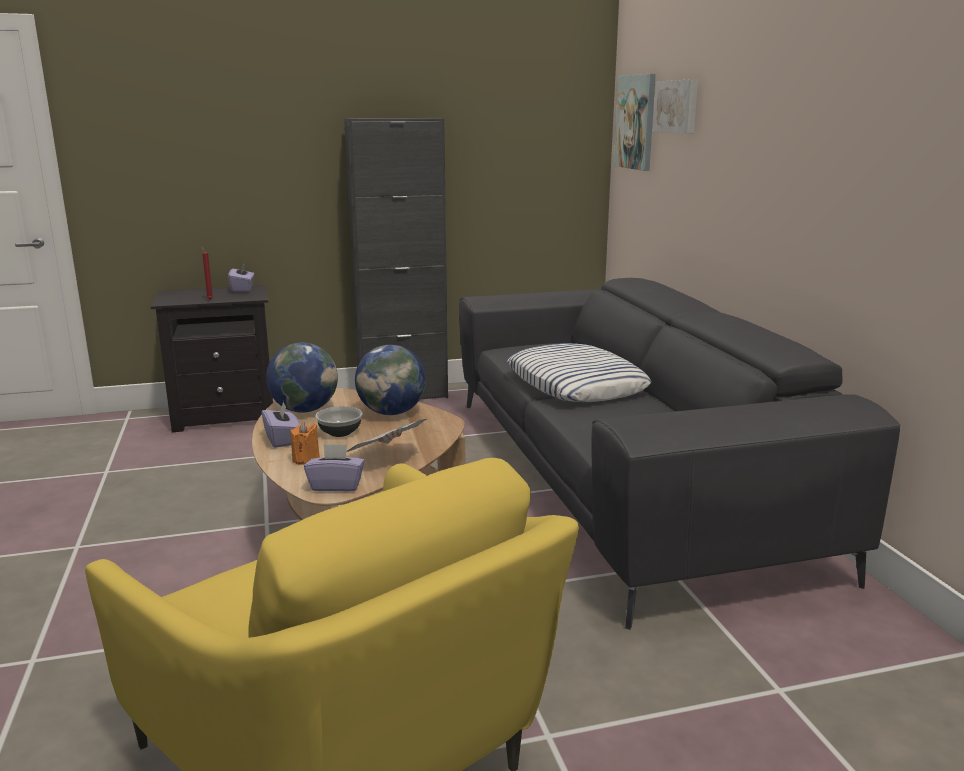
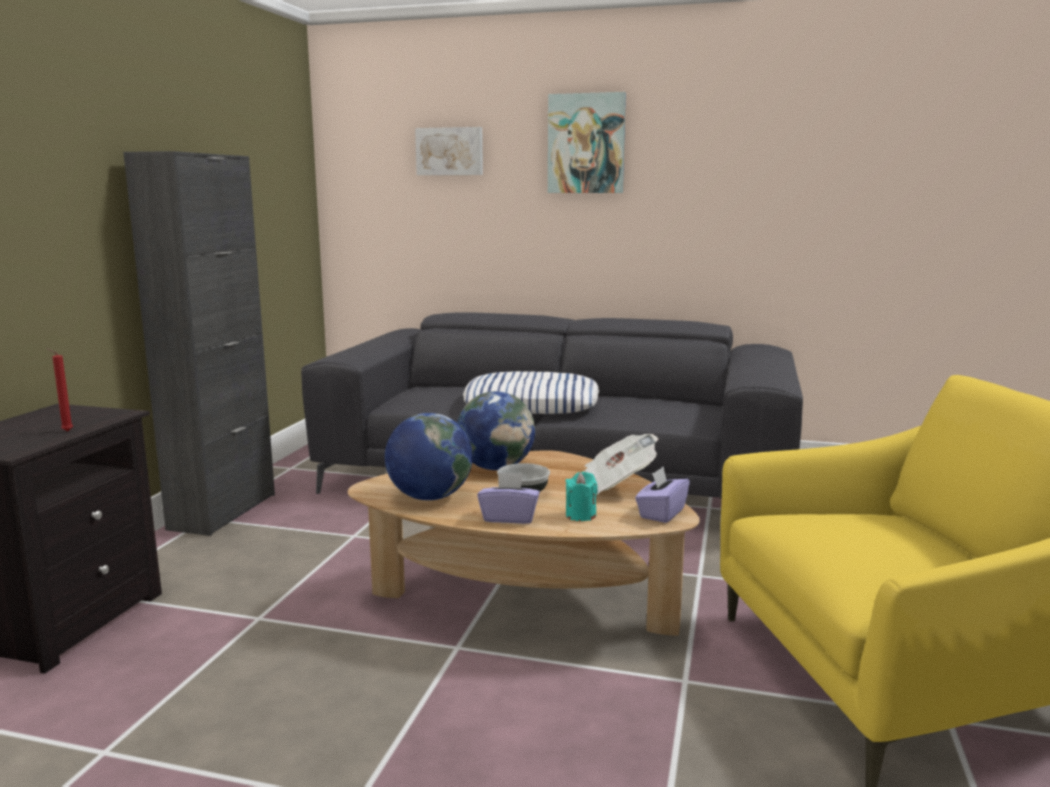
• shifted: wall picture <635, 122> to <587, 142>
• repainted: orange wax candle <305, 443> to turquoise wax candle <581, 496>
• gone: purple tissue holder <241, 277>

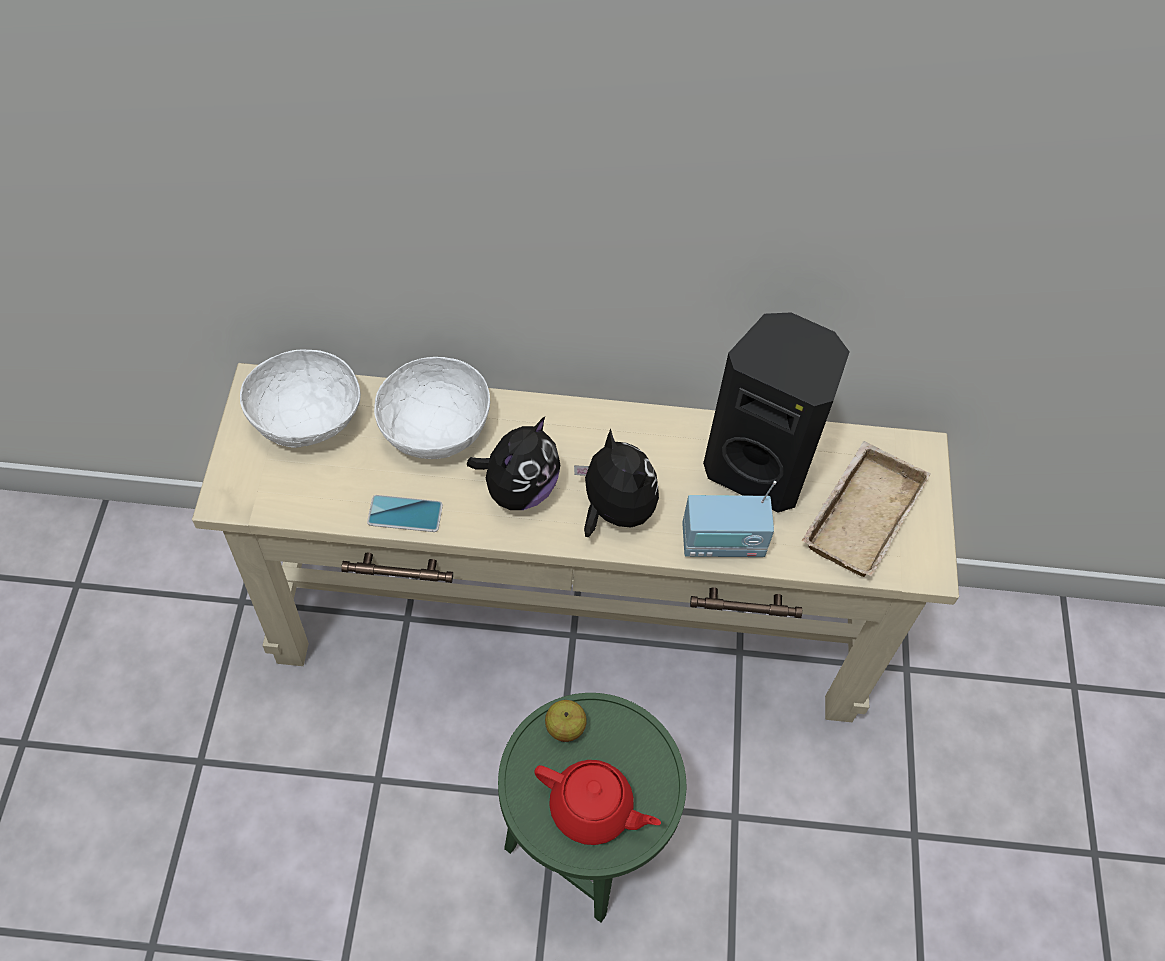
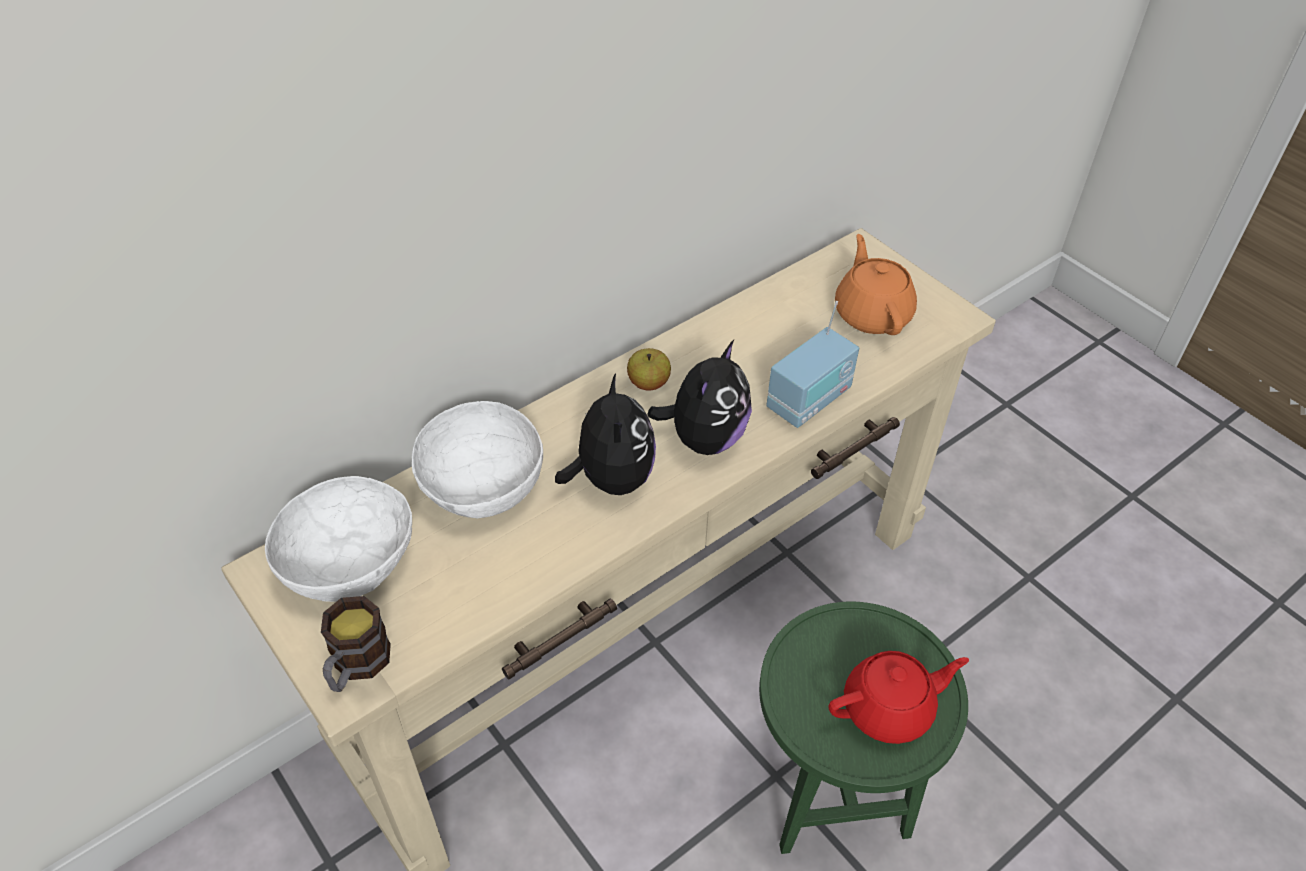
• new: coffee mug <356, 644>
• shifted: apple <566, 721> to <649, 369>
• rotated: soft toy <616, 482> = <699, 397> 105 degrees clockwise
• swapped: beige carrying tray <866, 509> to orange teapot <876, 284>
• gone: handset <405, 513>
• gone: blackish audio speaker <776, 412>

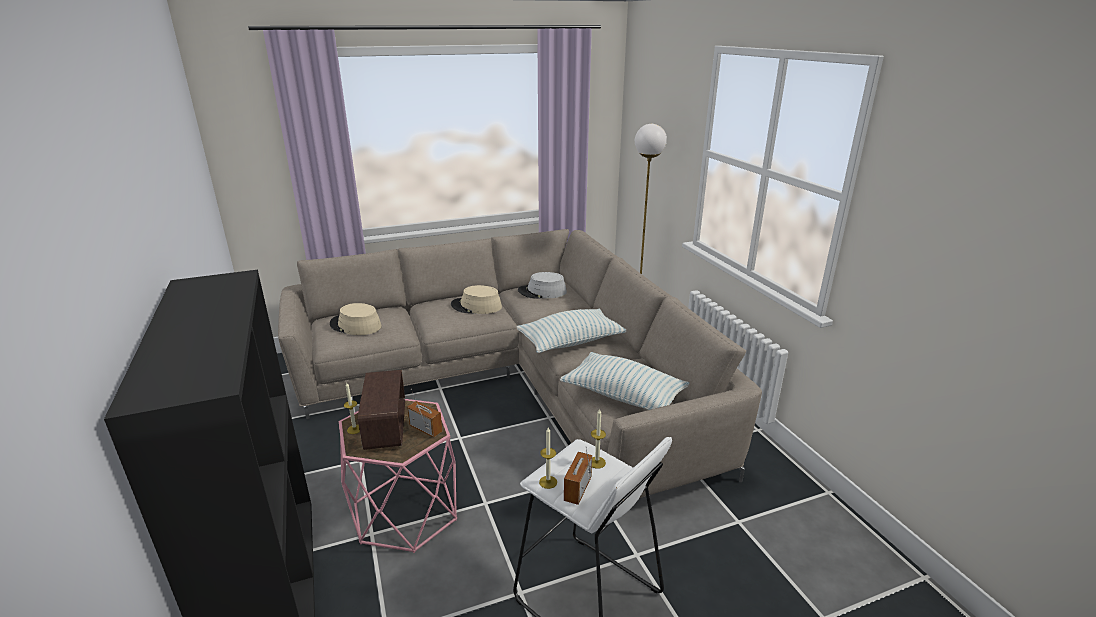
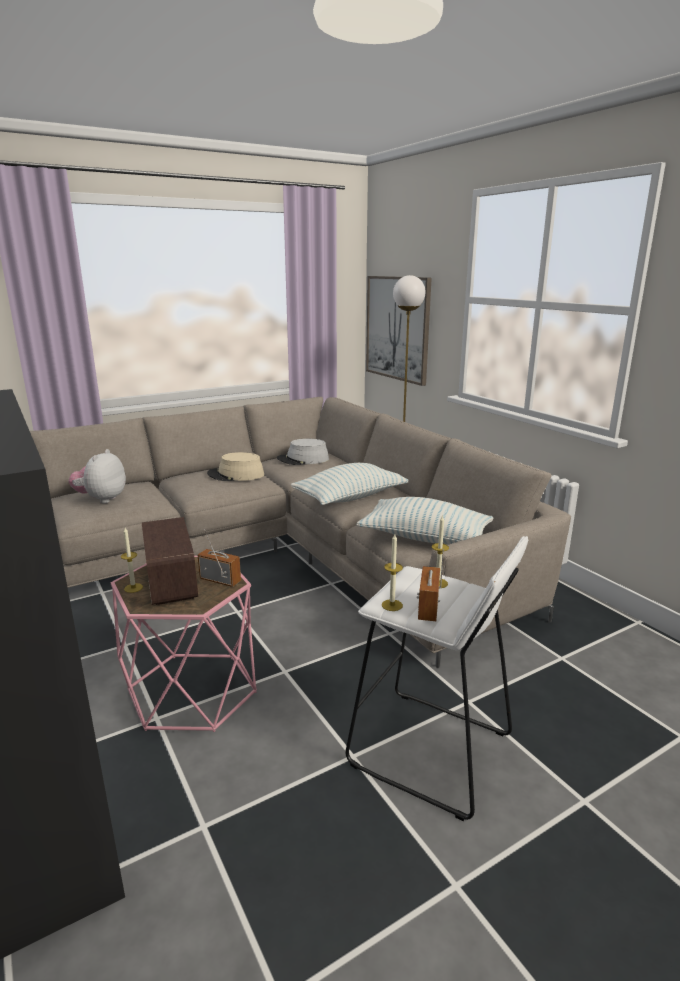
• swapped: beige clothing hat <356, 319> to soft toy <97, 476>
• new: wall picture <399, 331>

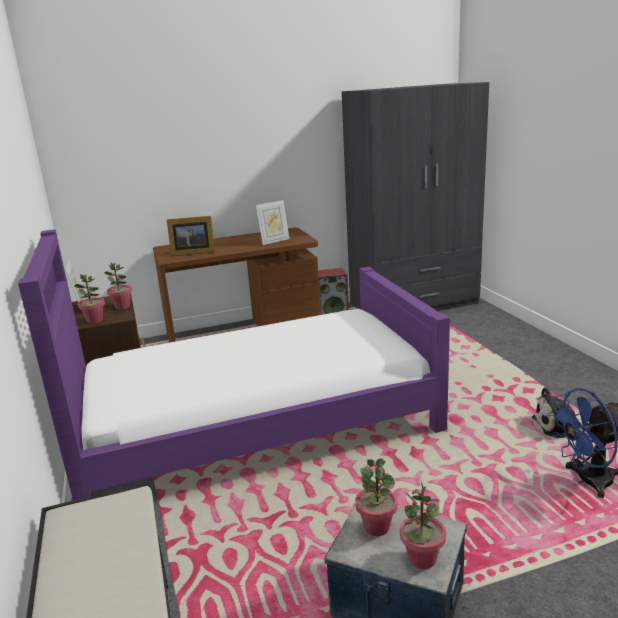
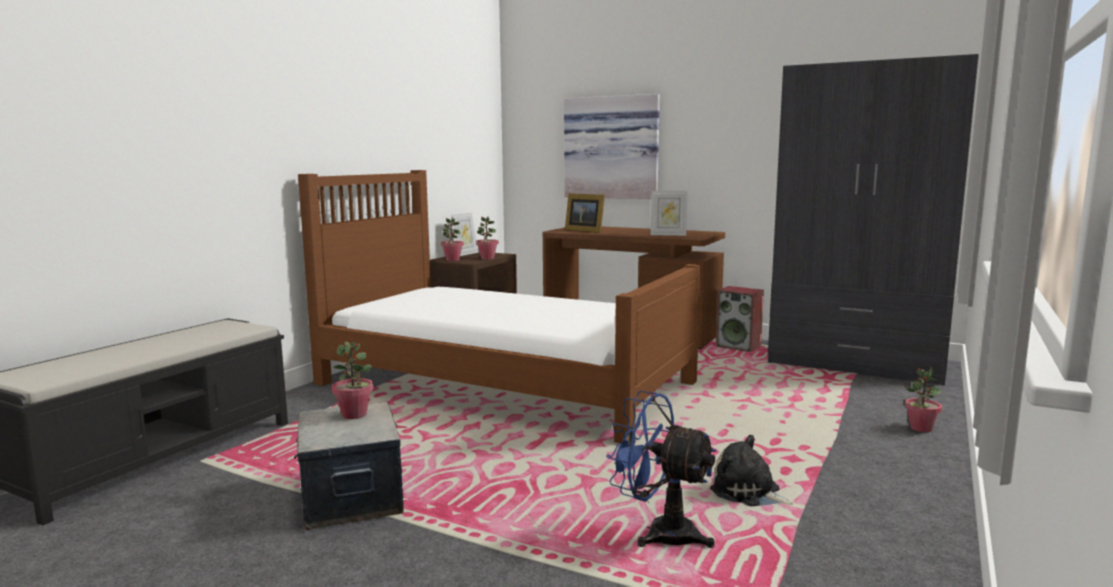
• repainted: purple bed <234, 364> to brown-coloured bed <499, 306>
• new: wall picture <612, 146>
• shifted: plant in a pot <423, 525> to <923, 399>

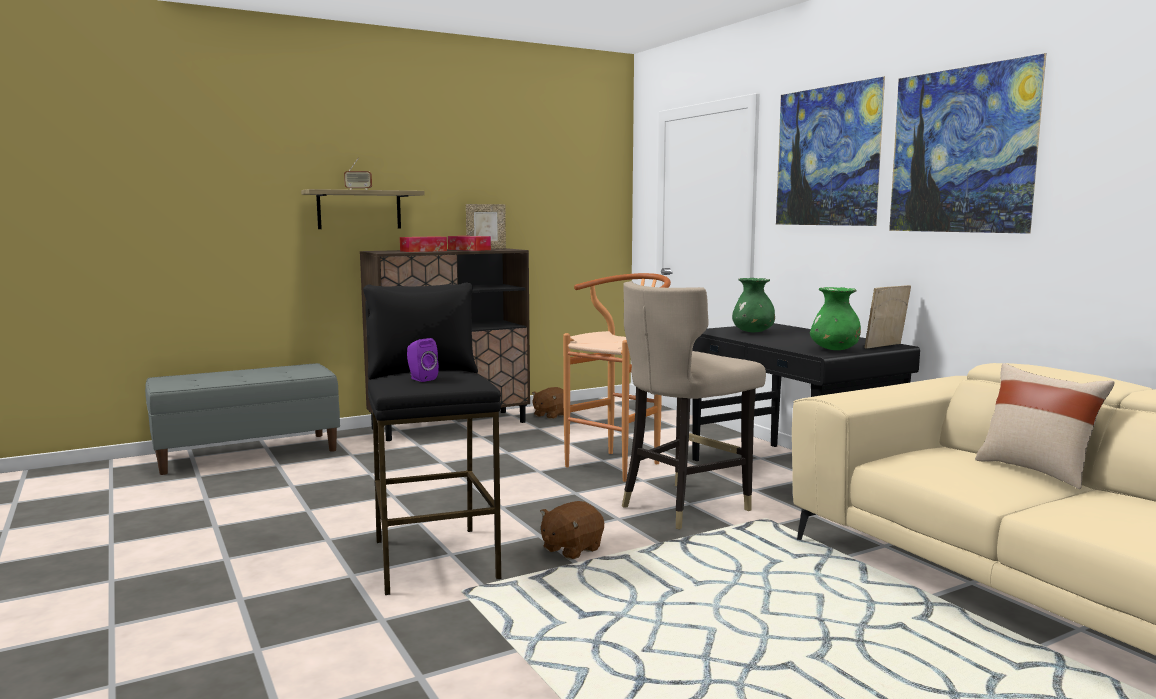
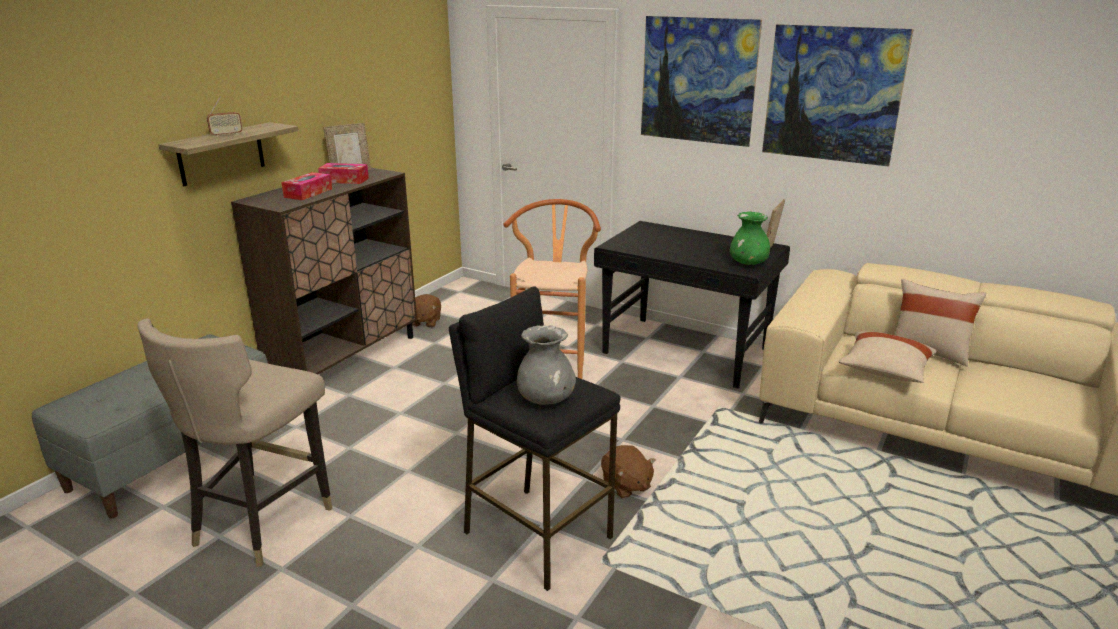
• shifted: beige sitting stool <694, 405> to <234, 442>
• swapped: purple audio speaker <423, 360> to grey vase <546, 365>
• rotated: brown-coloured soft toy <572, 530> = <628, 472> 45 degrees counterclockwise
• new: beige pillow <887, 357>
• gone: green-coloured vase <753, 305>

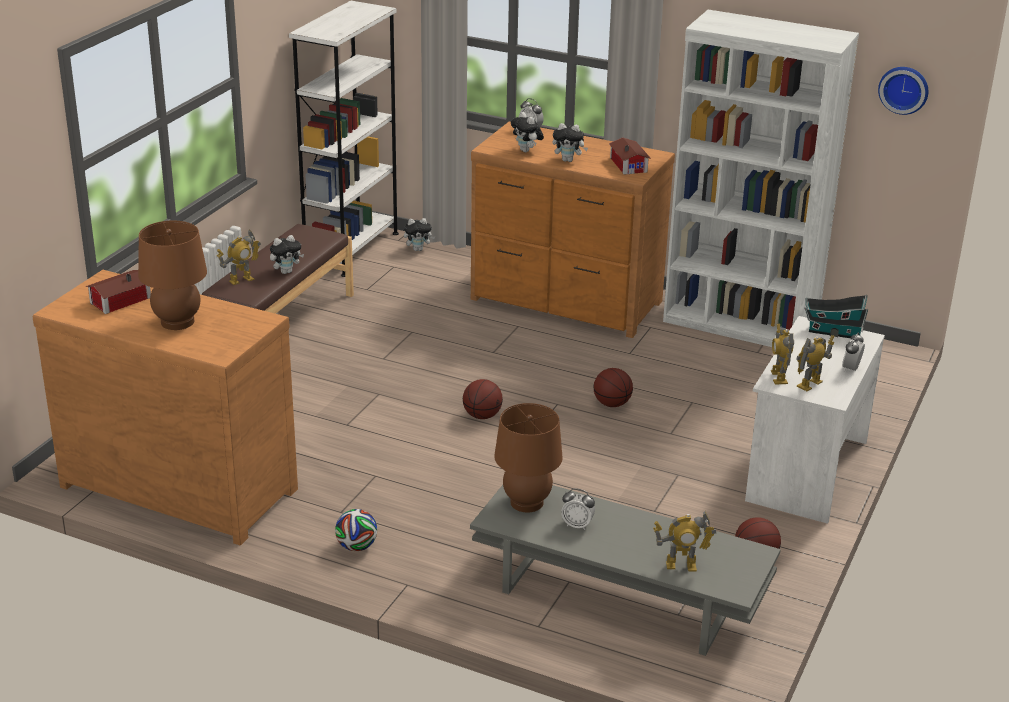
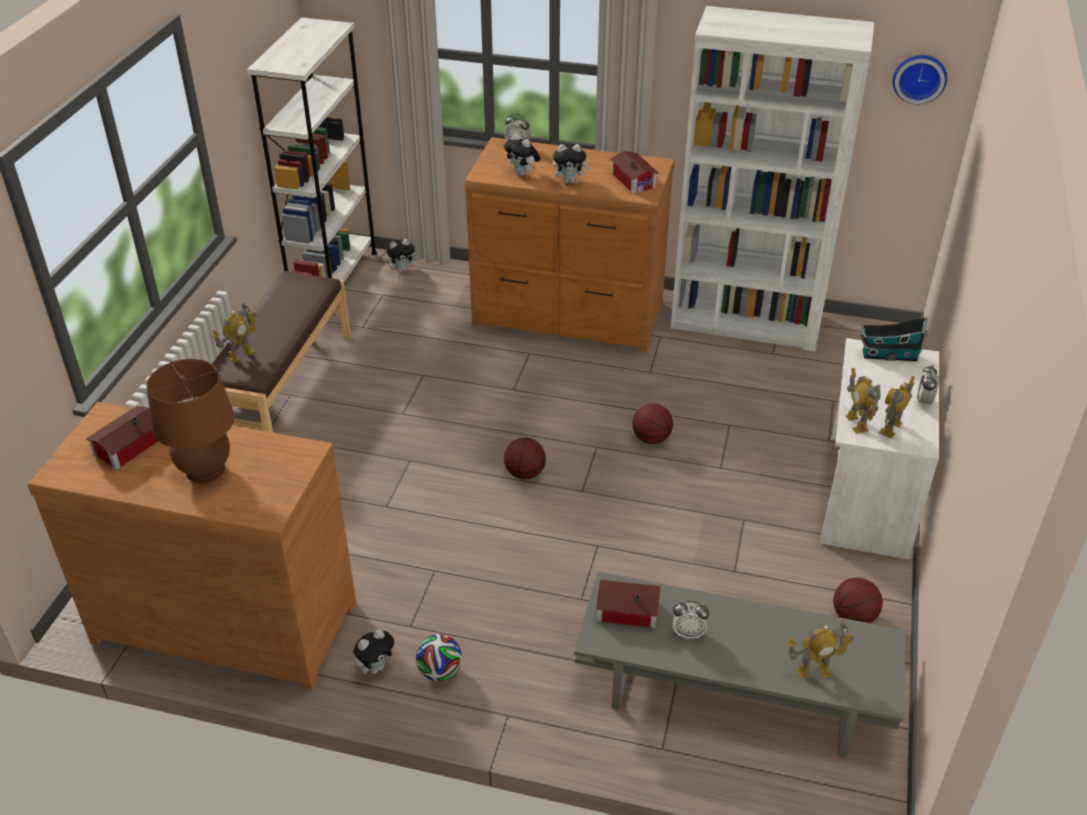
• shifted: soft toy <287, 254> to <374, 651>
• swapped: brown-coloured tabletop lamp <528, 457> to model house <628, 604>

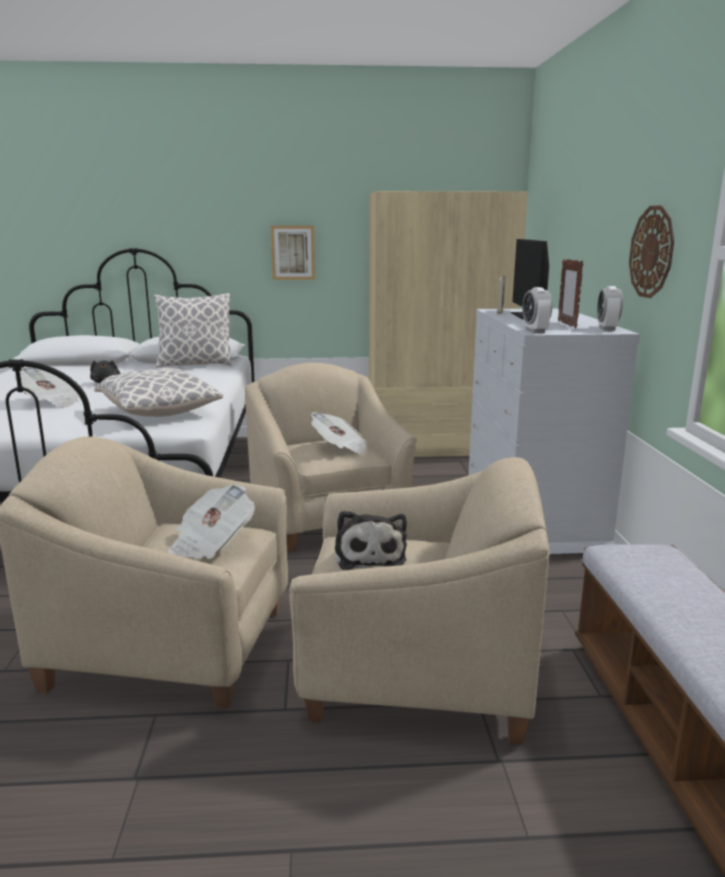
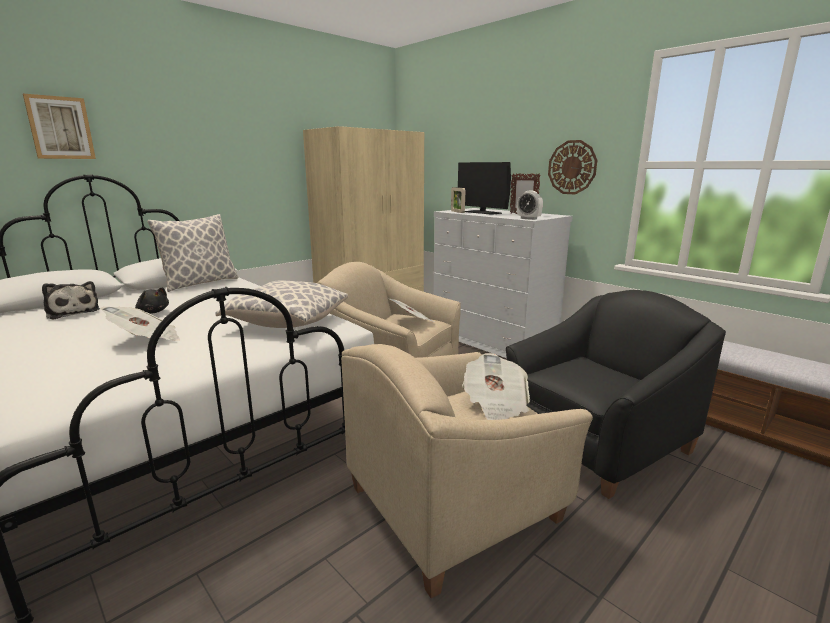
• shifted: wall picture <293, 253> to <59, 126>
• shifted: soft toy <371, 540> to <71, 300>
• repainted: beige armchair <419, 601> to blackish armchair <616, 394>
• gone: table clock <610, 308>

